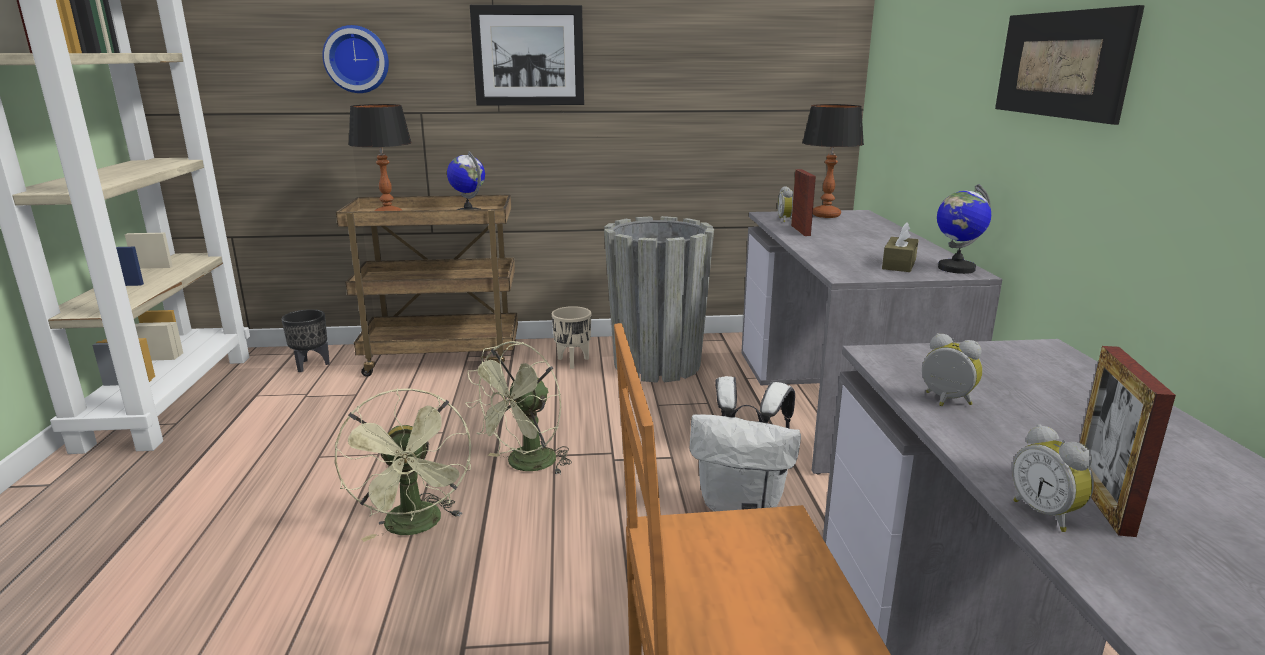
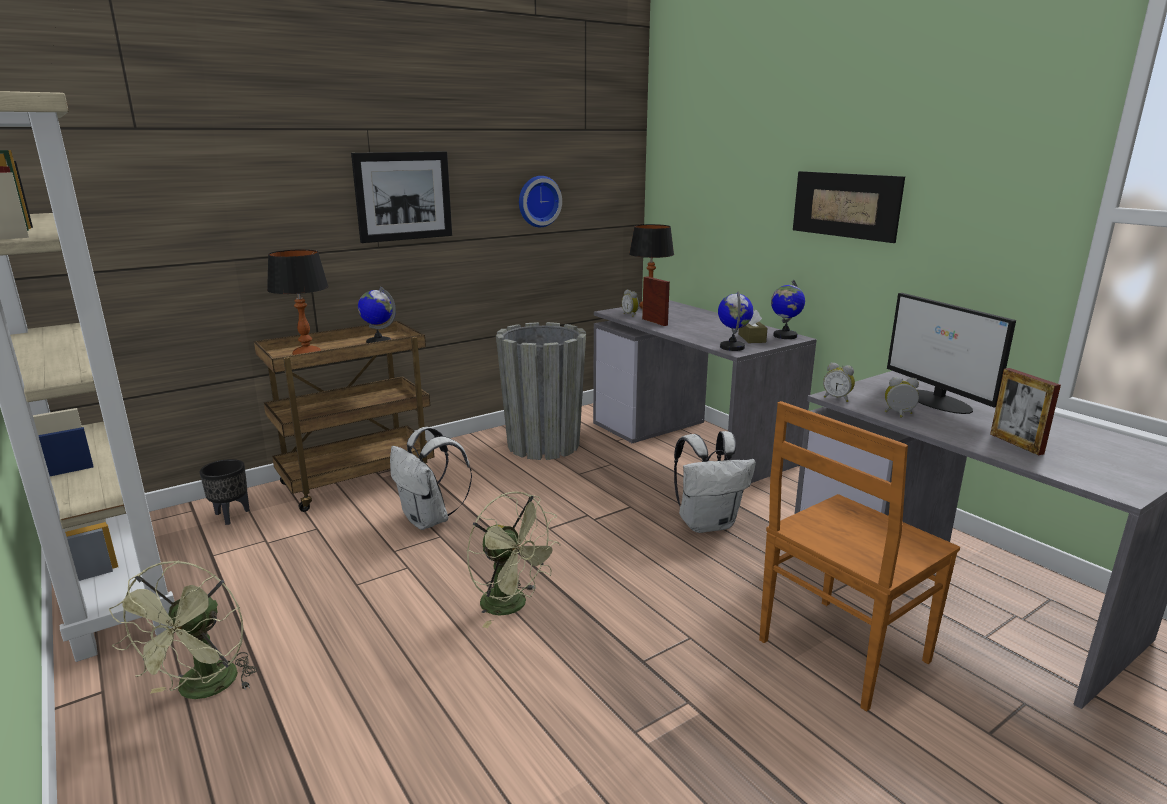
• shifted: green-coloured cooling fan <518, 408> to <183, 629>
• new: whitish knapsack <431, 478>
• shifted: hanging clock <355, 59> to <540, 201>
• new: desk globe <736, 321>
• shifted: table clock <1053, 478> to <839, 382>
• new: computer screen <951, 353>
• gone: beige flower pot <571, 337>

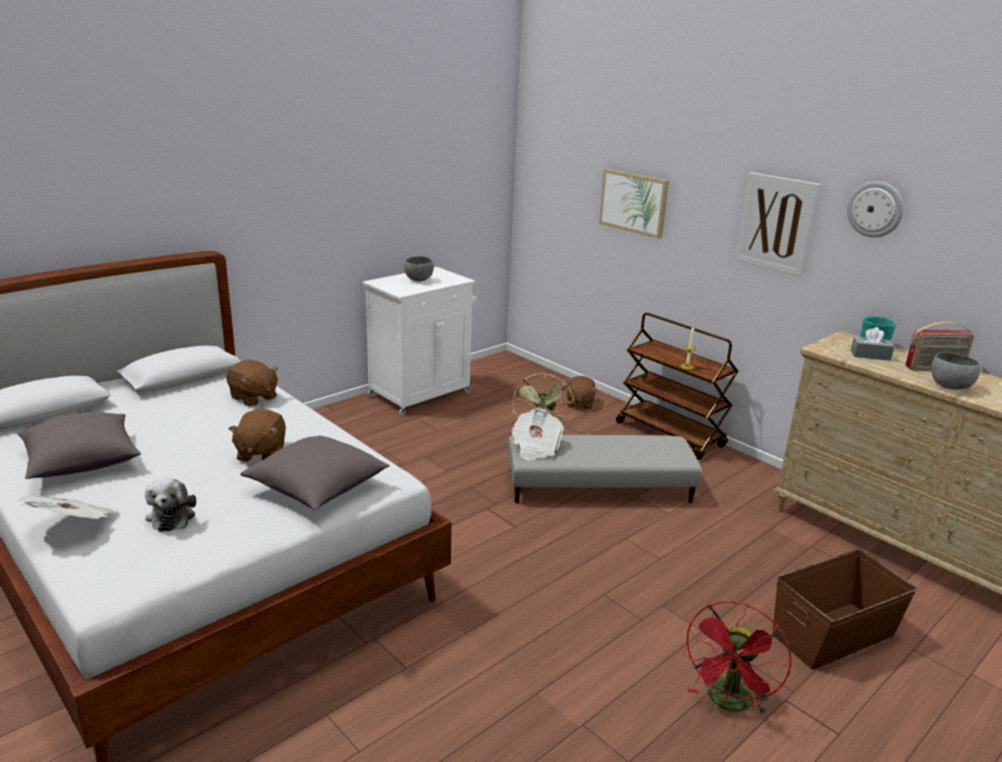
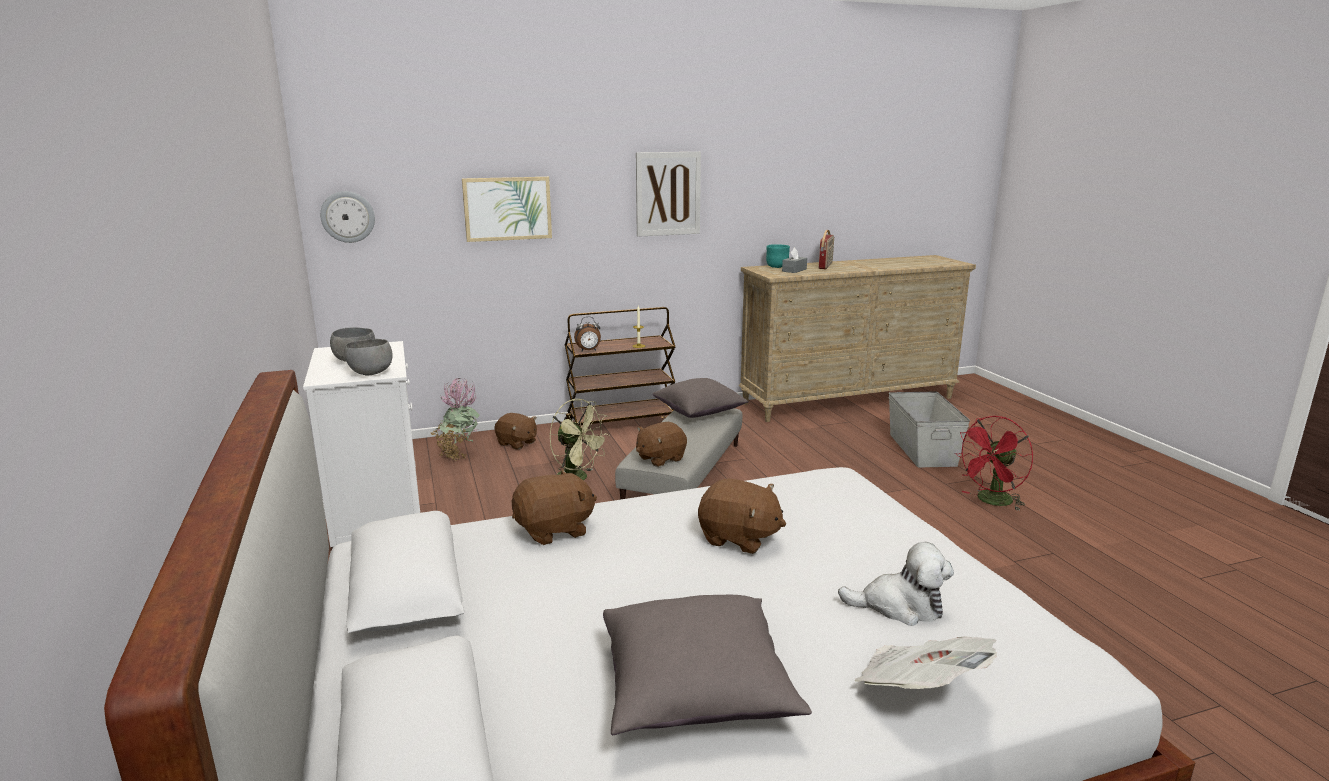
• shifted: hanging clock <875, 209> to <347, 217>
• shifted: grey bowl <955, 371> to <368, 357>
• new: plant in a pot <455, 419>
• new: table clock <587, 333>
• swapped: newspaper <537, 434> to brown-coloured soft toy <661, 444>
• shifted: grey pillow <315, 473> to <701, 398>
• repainted: brown-coloured storage bin <844, 609> to grey storage bin <929, 429>
• rotated: red-coloured cooling fan <737, 658> = <994, 463> 90 degrees clockwise

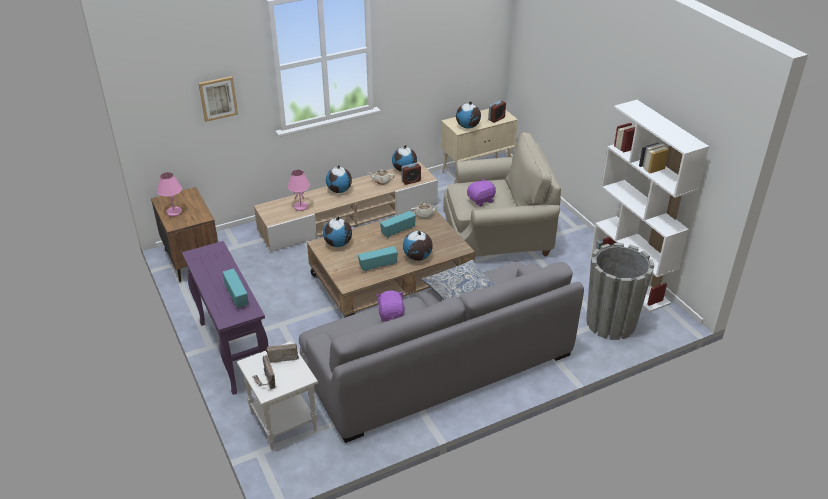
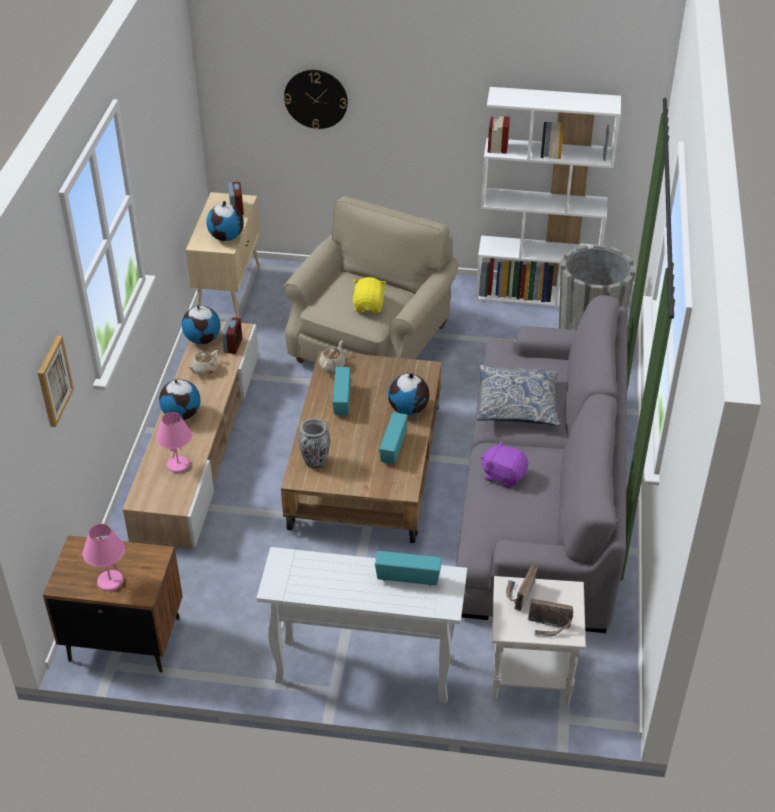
• repainted: purple hall table <225, 318> to whitish hall table <362, 625>
• new: hanging clock <316, 99>
• swapped: desk globe <337, 232> to vase <314, 443>
• repainted: purple soft toy <481, 192> to yellow soft toy <369, 295>

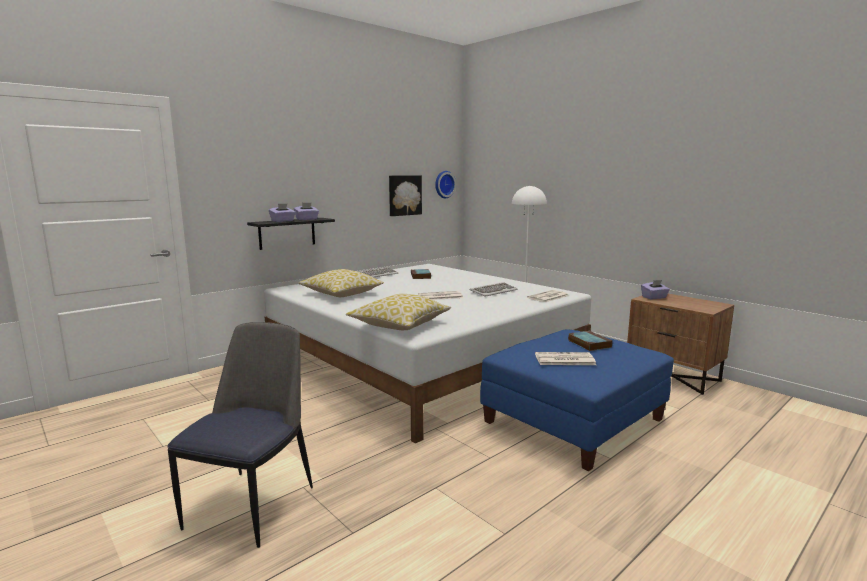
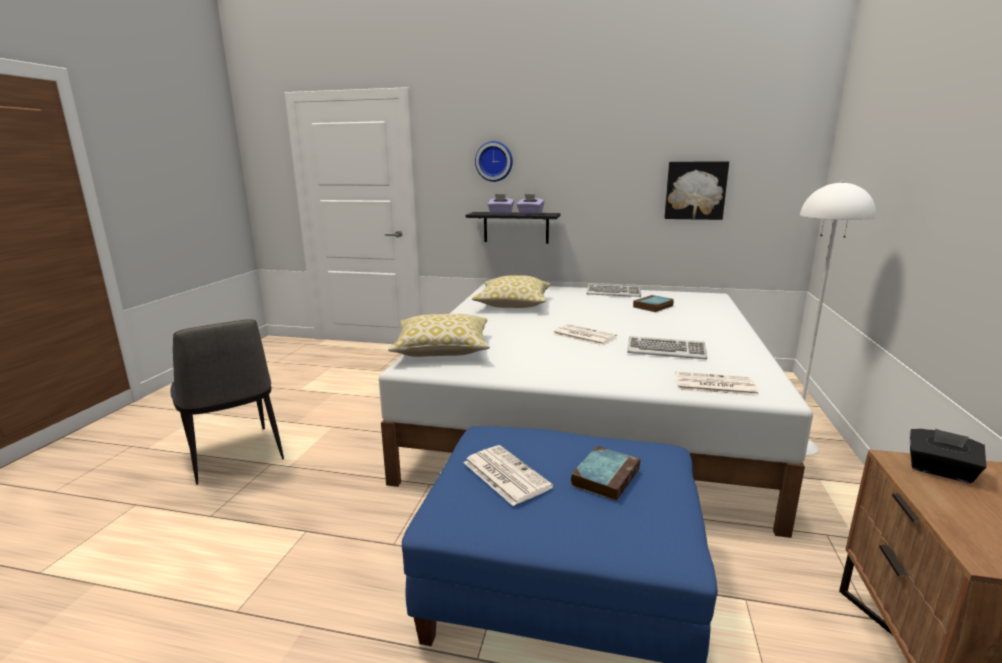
• rotated: plain chair <240, 435> = <227, 402> 75 degrees clockwise
• shifted: hanging clock <445, 184> to <494, 161>
• repainted: purple tissue holder <655, 289> to blackish tissue holder <948, 456>

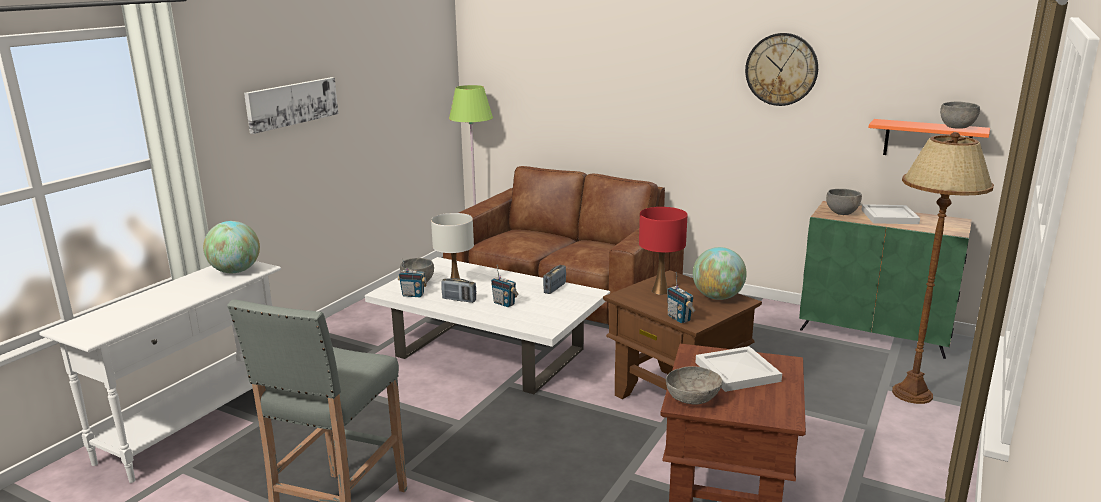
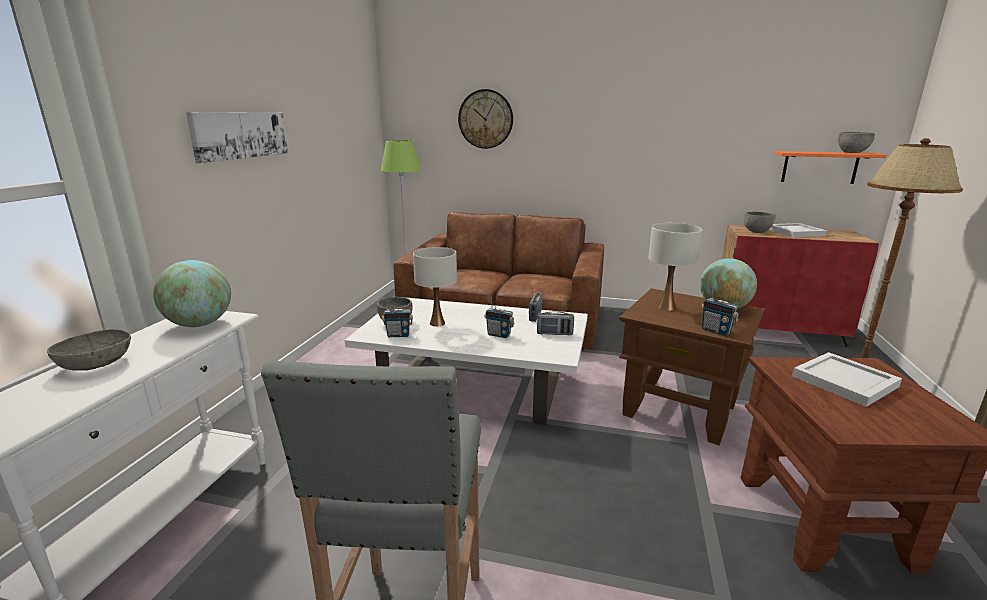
• shifted: grey bowl <694, 385> to <89, 350>
• shifted: hanging clock <781, 69> to <485, 119>
• shifted: radio set <458, 290> to <555, 323>
• repainted: red-coloured tabletop lamp <663, 251> to whitish tabletop lamp <675, 267>
• repainted: green-coloured cabinet <885, 280> to red-coloured cabinet <800, 286>

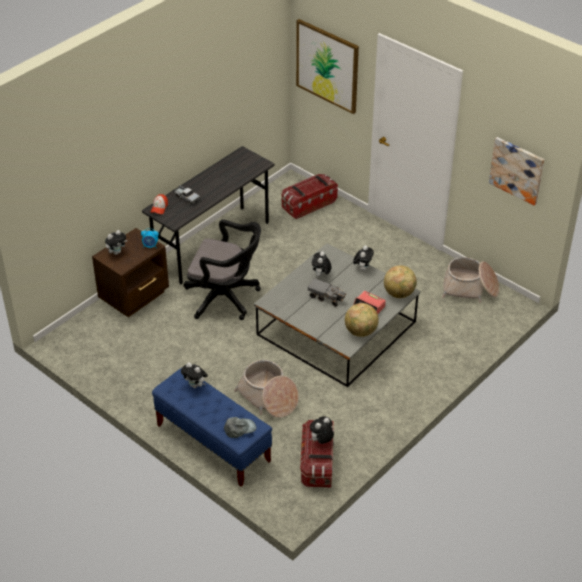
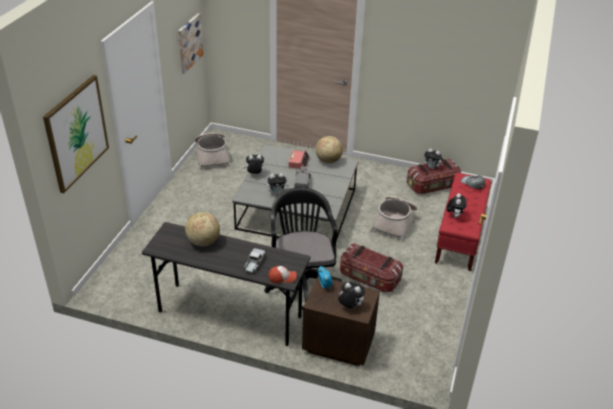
• shifted: desk globe <400, 281> to <202, 229>
• shifted: storage bin <310, 196> to <371, 267>
• repainted: bluish bench <212, 427> to red-coloured bench <463, 222>

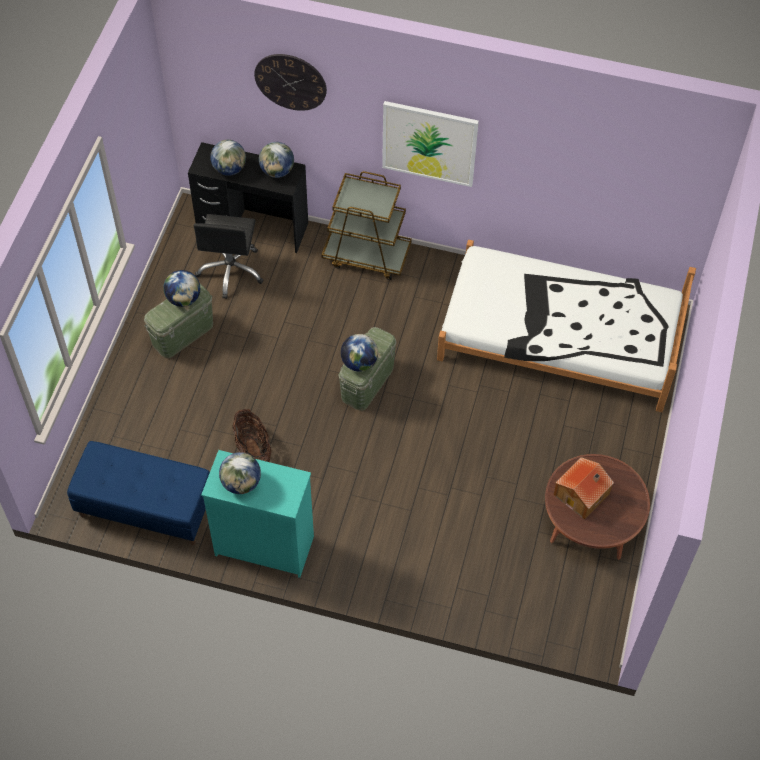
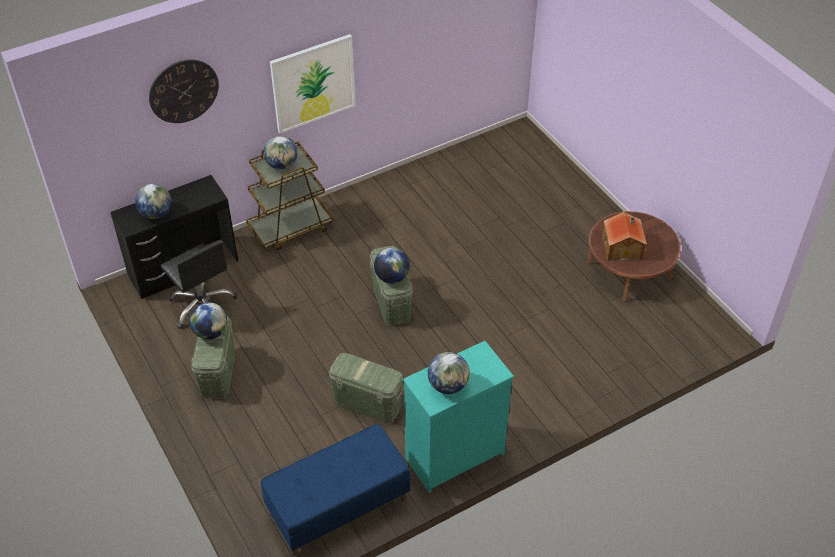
• shifted: desk globe <276, 160> to <281, 152>
• swapped: basket <252, 435> to green-coloured storage bin <366, 388>
• gone: whitish bed <566, 326>

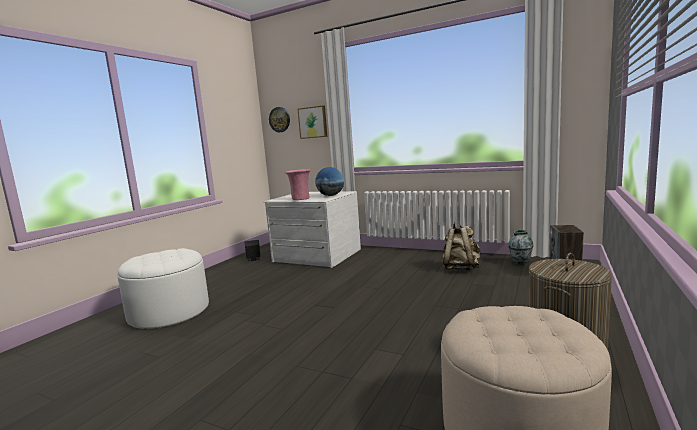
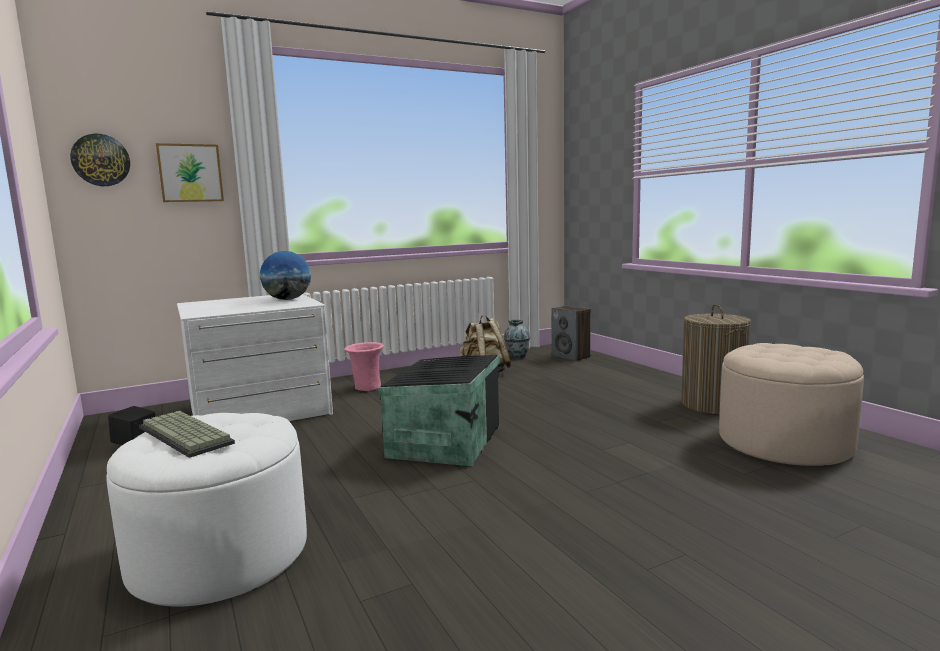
• new: computer keyboard <187, 434>
• shifted: pink vase <297, 184> to <364, 366>
• new: blackish storage bin <438, 410>

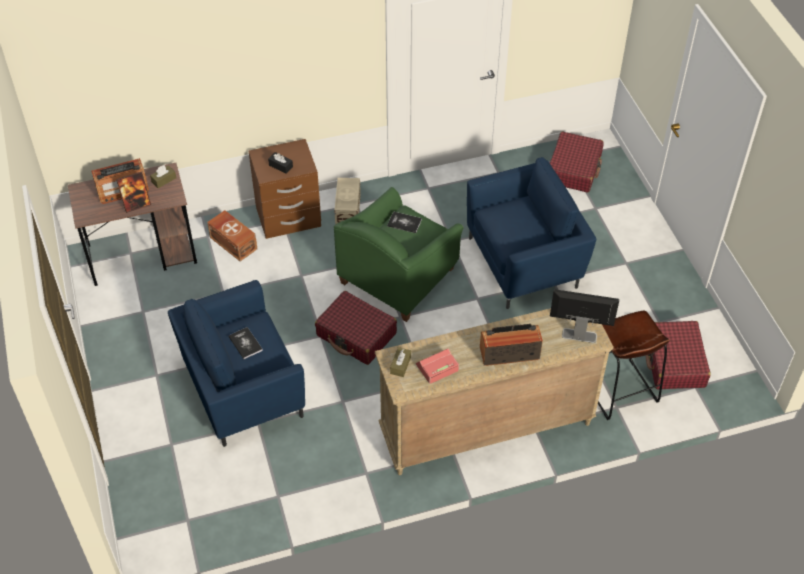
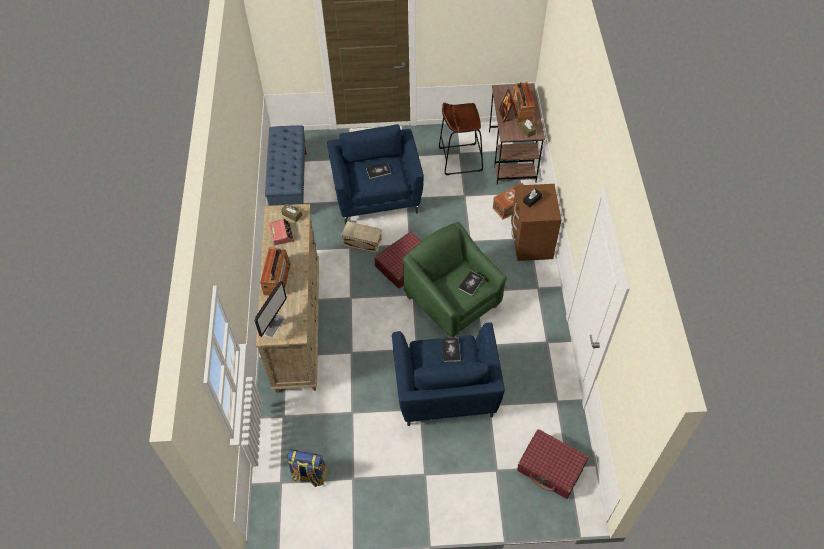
• new: bluish bench <286, 165>
• swapped: red-coloured travel case <678, 355> to knapsack <307, 468>
• shifted: beige storage bin <347, 201> to <362, 237>
• shifted: brown-coloured sitting stool <633, 365> to <461, 139>
• new: bound book <451, 349>

